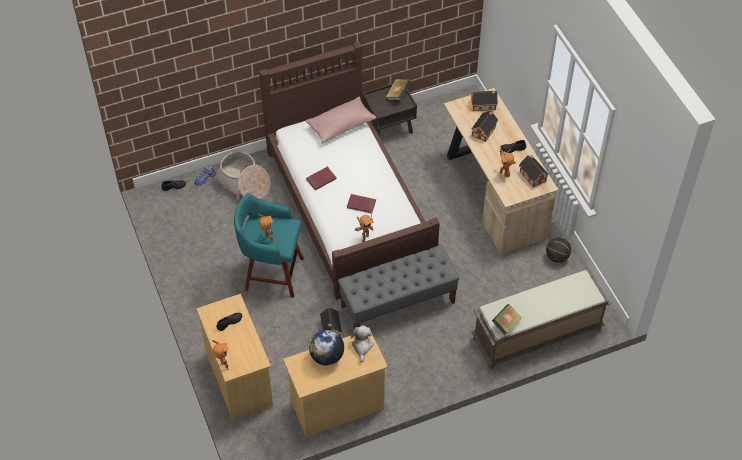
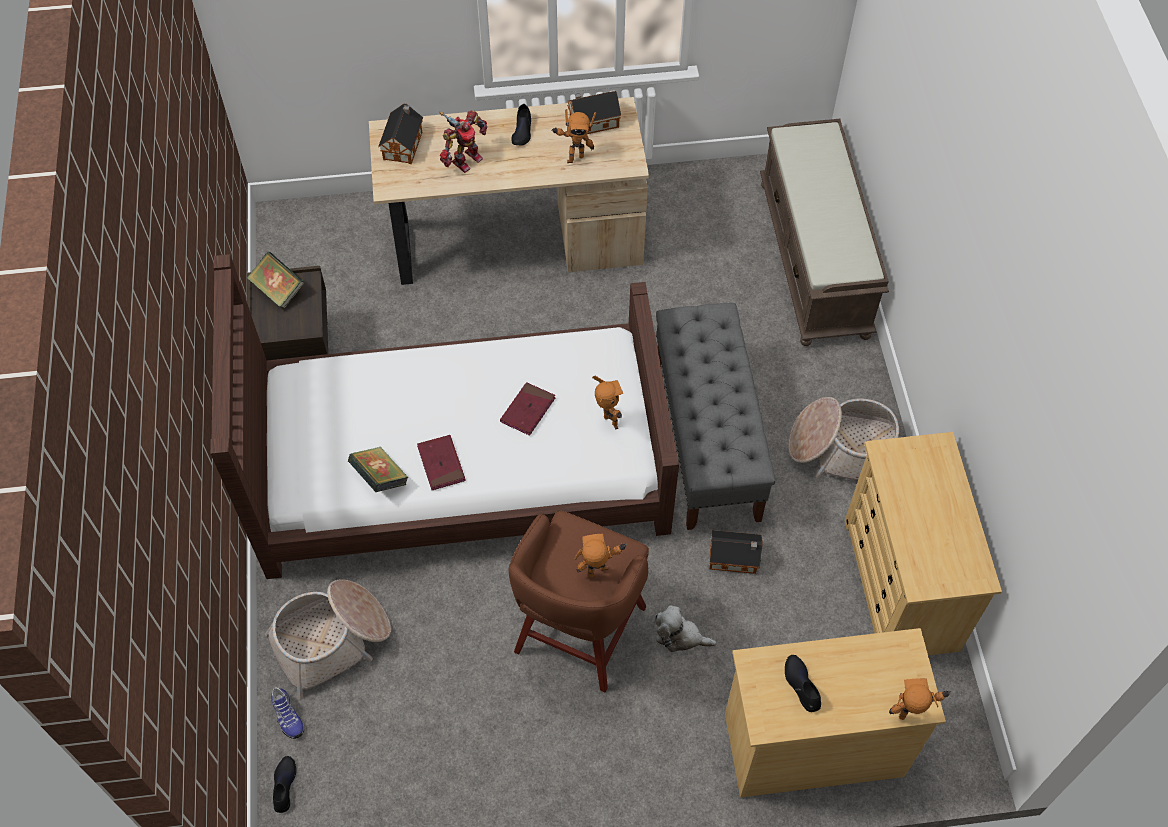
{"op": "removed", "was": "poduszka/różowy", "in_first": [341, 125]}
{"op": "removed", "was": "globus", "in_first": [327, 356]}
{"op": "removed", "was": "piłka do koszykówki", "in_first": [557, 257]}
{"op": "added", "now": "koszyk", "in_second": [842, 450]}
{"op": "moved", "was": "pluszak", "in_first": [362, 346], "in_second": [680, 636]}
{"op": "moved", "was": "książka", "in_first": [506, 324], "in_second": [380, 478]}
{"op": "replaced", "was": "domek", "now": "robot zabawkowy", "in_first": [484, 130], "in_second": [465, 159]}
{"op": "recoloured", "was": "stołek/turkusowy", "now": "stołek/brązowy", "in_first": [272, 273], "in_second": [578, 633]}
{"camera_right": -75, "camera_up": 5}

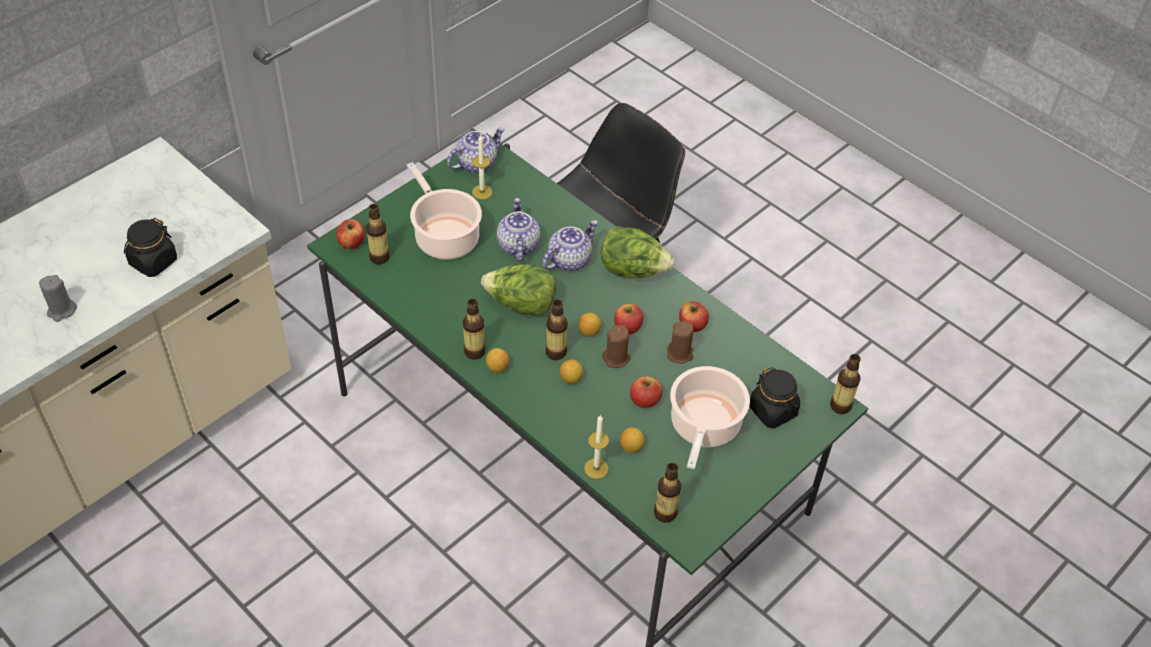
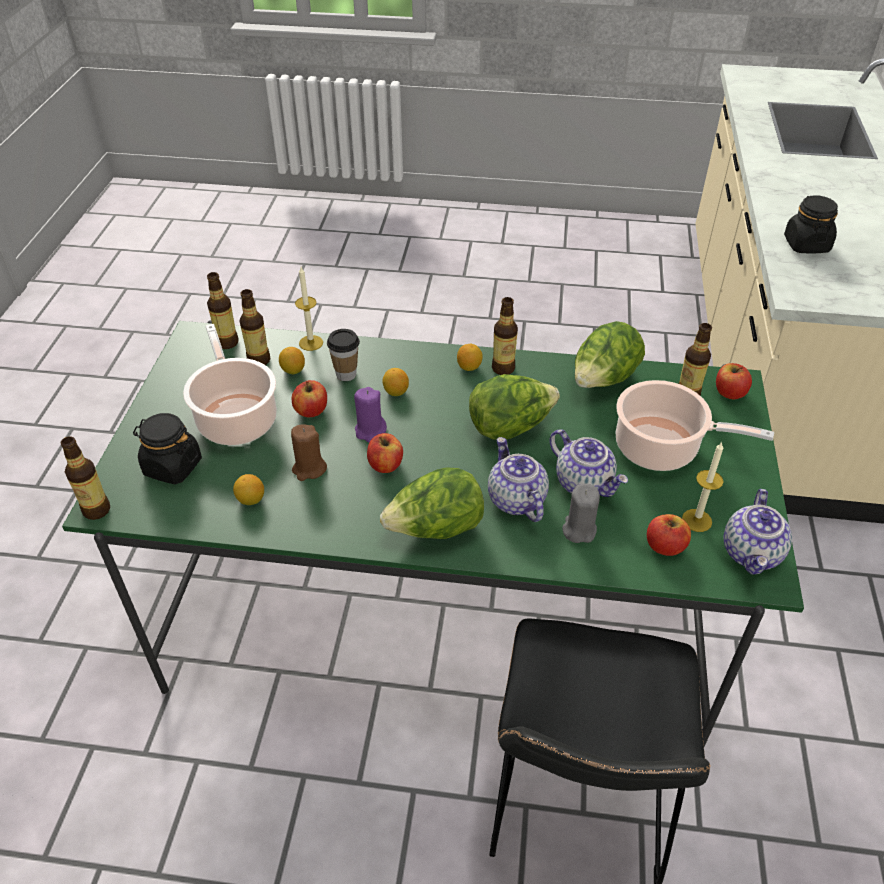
{"op": "added", "now": "filiżanka", "in_second": [346, 374]}
{"op": "added", "now": "sałata", "in_second": [603, 381]}
{"op": "moved", "was": "świeca/szary", "in_first": [61, 310], "in_second": [579, 530]}
{"op": "moved", "was": "butelka", "in_first": [556, 352], "in_second": [259, 360]}
{"op": "moved", "was": "cytryna", "in_first": [589, 332], "in_second": [251, 500]}
{"op": "moved", "was": "jabłko", "in_first": [692, 325], "in_second": [665, 546]}
{"op": "recoloured", "was": "świeca/brązowy", "now": "świeca/fioletowy", "in_first": [616, 358], "in_second": [370, 431]}
{"op": "turned", "was": "imbryk", "in_first": [569, 260], "in_second": [515, 500], "clockwise": 150}
{"camera_right": 145, "camera_up": -5}

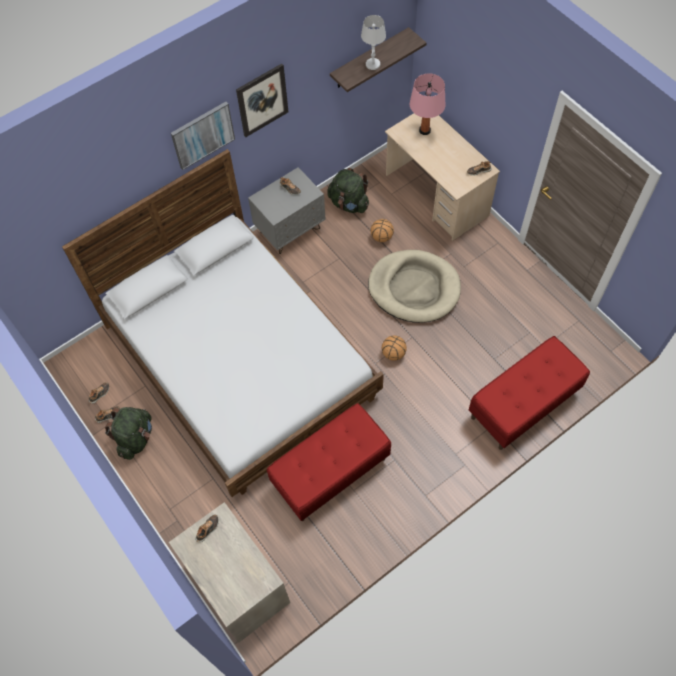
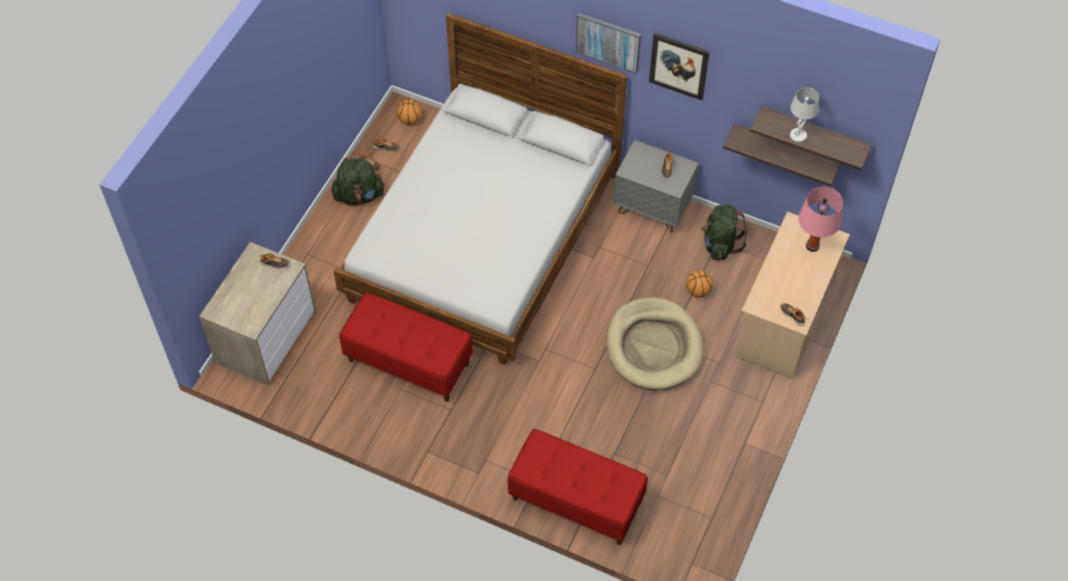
{"op": "added", "now": "półka", "in_second": [785, 151]}
{"op": "moved", "was": "piłka do koszykówki", "in_first": [394, 353], "in_second": [410, 120]}
{"camera_right": 60, "camera_up": -5}

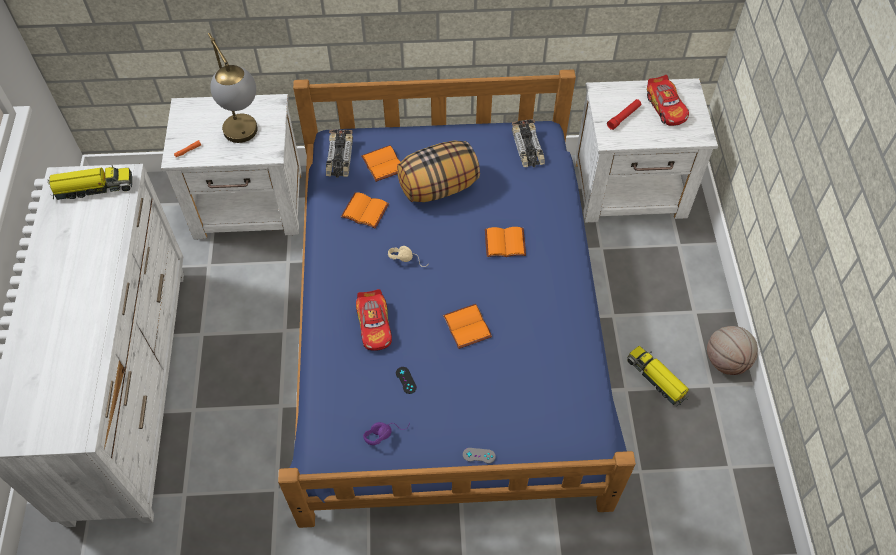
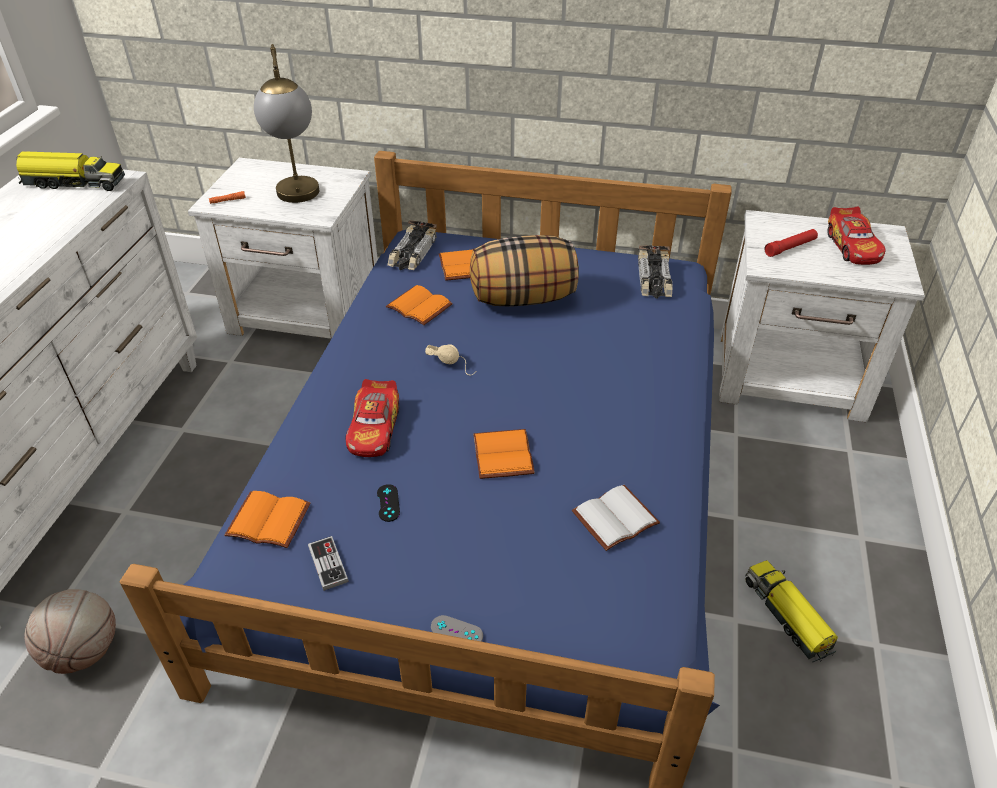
{"op": "added", "now": "książka/biały", "in_second": [614, 516]}
{"op": "moved", "was": "książka/pomarańczowy", "in_first": [505, 242], "in_second": [271, 519]}
{"op": "moved", "was": "piłka do koszykówki", "in_first": [726, 361], "in_second": [85, 651]}
{"op": "replaced", "was": "słuchawki/fioletowy", "now": "pad do gier", "in_first": [385, 432], "in_second": [328, 564]}
{"camera_right": 15, "camera_up": -15}

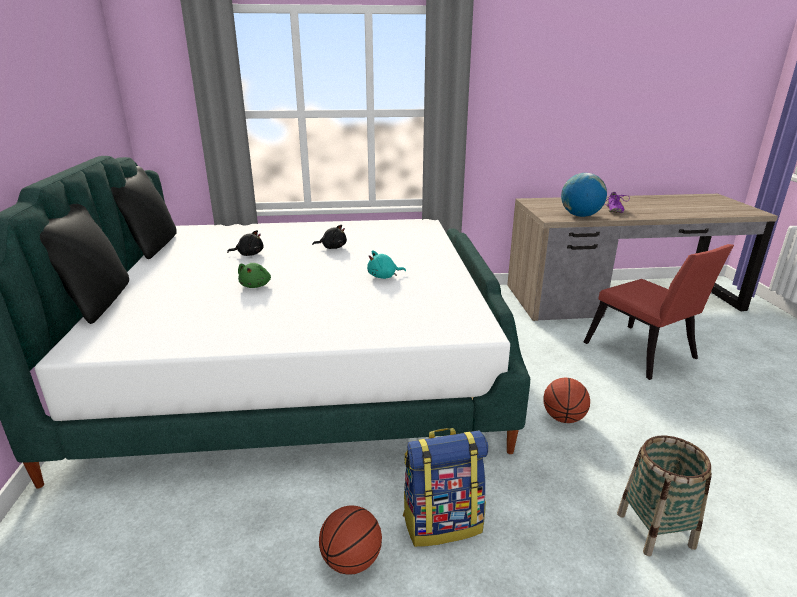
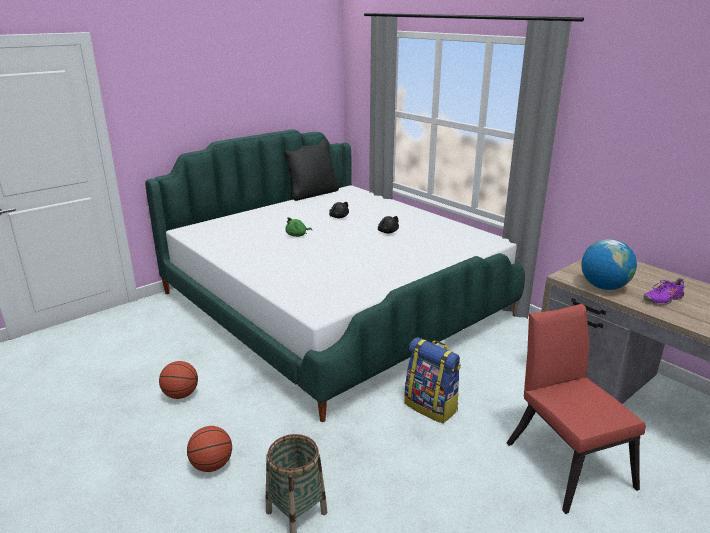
{"op": "removed", "was": "poduszka/czarny", "in_first": [95, 302]}
{"op": "removed", "was": "pluszak/turkusowy", "in_first": [384, 276]}
{"op": "moved", "was": "plecak", "in_first": [442, 522], "in_second": [431, 406]}
{"op": "moved", "was": "piłka do koszykówki", "in_first": [563, 418], "in_second": [212, 465]}
{"op": "turned", "was": "krzesło/czerwony", "in_first": [643, 354], "in_second": [565, 459], "clockwise": 135}
{"camera_right": 55, "camera_up": 0}

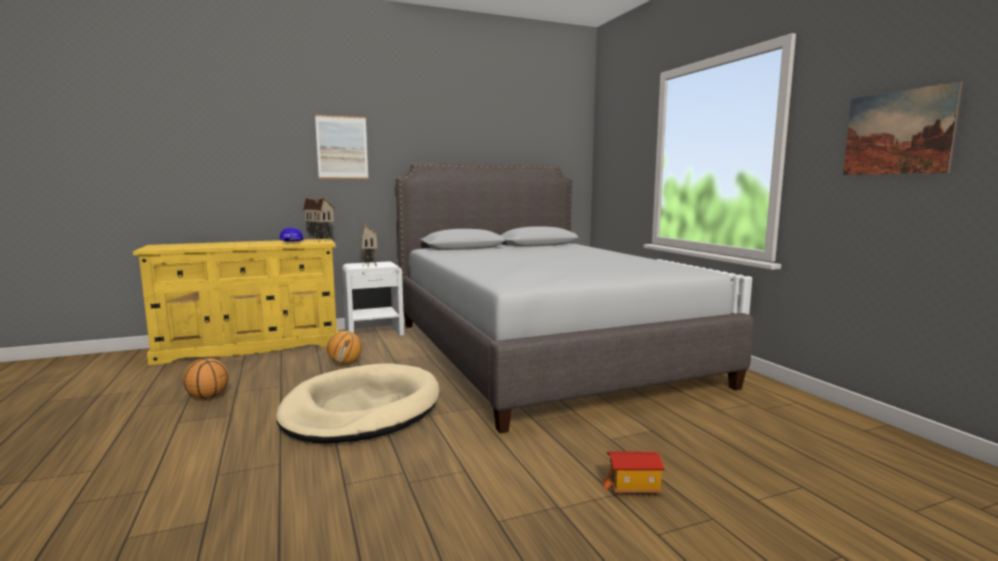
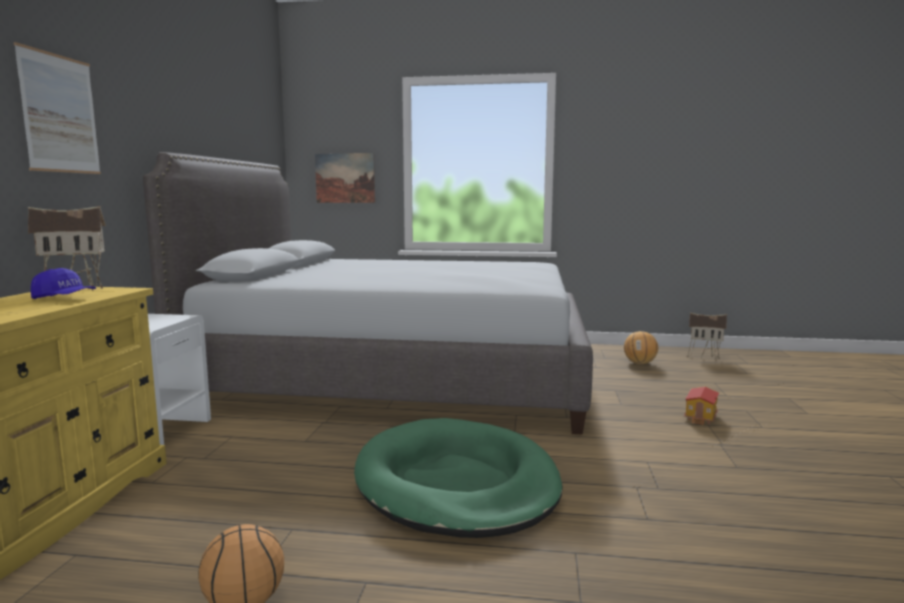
{"op": "moved", "was": "piłka do koszykówki", "in_first": [345, 364], "in_second": [640, 363]}
{"op": "moved", "was": "domek", "in_first": [370, 265], "in_second": [704, 357]}
{"op": "moved", "was": "obraz", "in_first": [897, 132], "in_second": [345, 178]}
{"op": "recoloured", "was": "legowisko/beżowy", "now": "legowisko/zielony", "in_first": [362, 409], "in_second": [456, 484]}
{"camera_right": -60, "camera_up": 0}

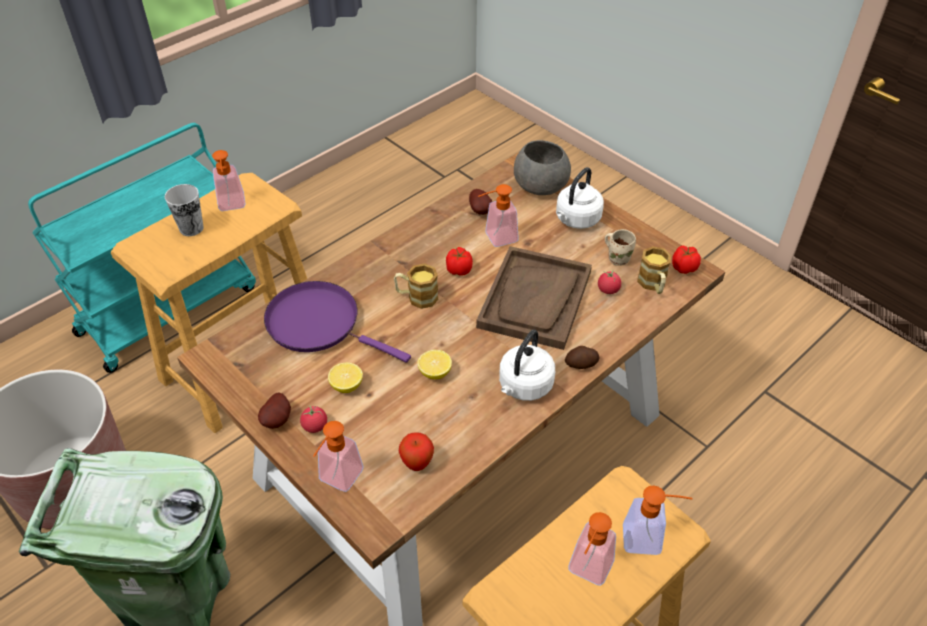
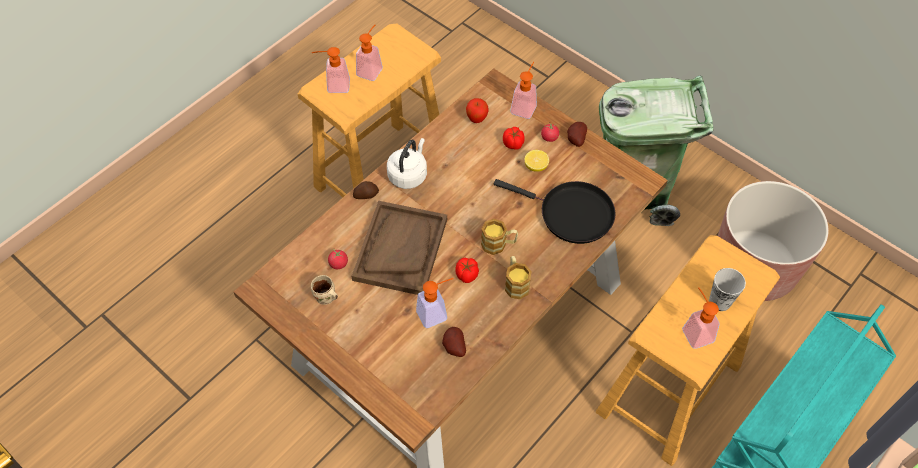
{"op": "removed", "was": "cytryna", "in_first": [435, 372]}
{"op": "removed", "was": "miska/szary", "in_first": [539, 185]}
{"op": "removed", "was": "czajnik/biały", "in_first": [576, 220]}
{"op": "moved", "was": "kubek", "in_first": [653, 285], "in_second": [515, 283]}
{"op": "moved", "was": "pomidor", "in_first": [683, 267], "in_second": [513, 144]}
{"op": "recoloured", "was": "patelnia/fioletowy", "now": "patelnia/czarny", "in_first": [319, 323], "in_second": [571, 214]}
{"camera_right": 175, "camera_up": 10}

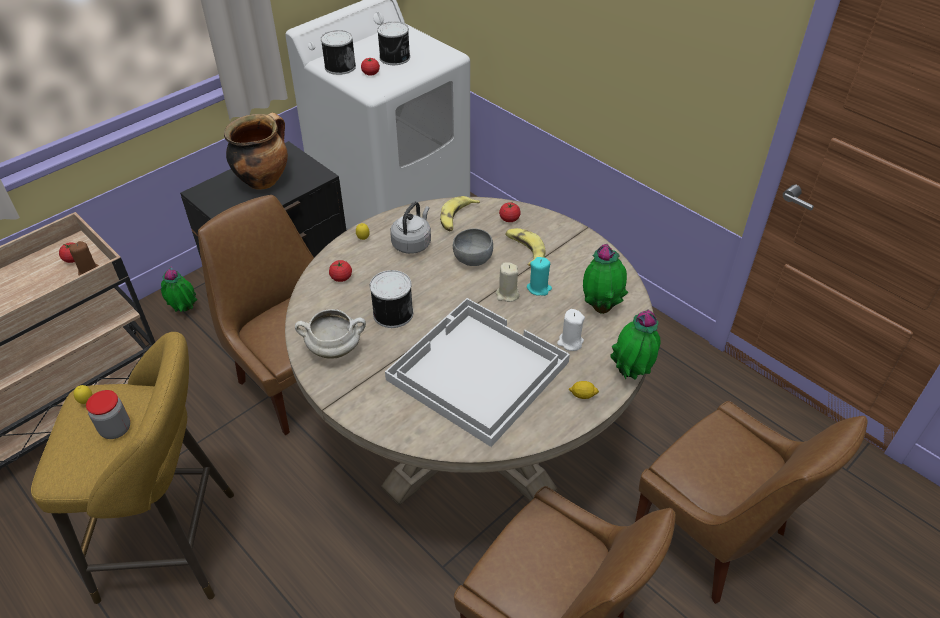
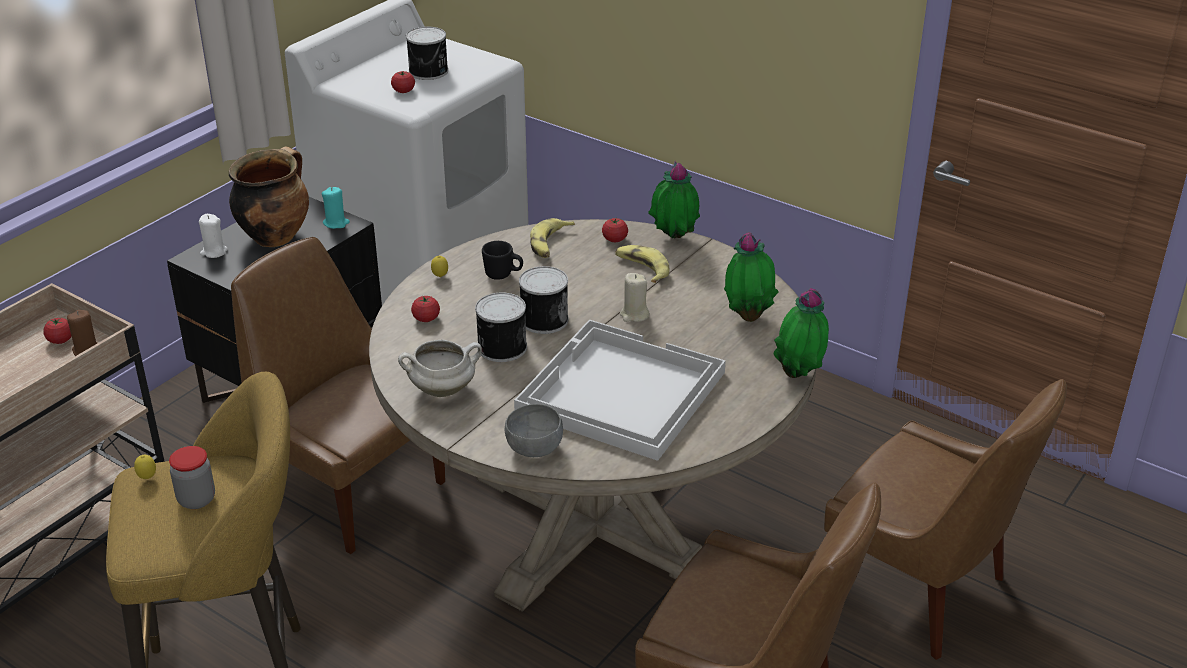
{"op": "removed", "was": "cytryna", "in_first": [582, 395]}
{"op": "moved", "was": "roślina doniczkowa", "in_first": [184, 311], "in_second": [673, 240]}
{"op": "moved", "was": "puszka", "in_first": [339, 66], "in_second": [543, 319]}
{"op": "moved", "was": "miska/szary", "in_first": [472, 259], "in_second": [534, 449]}
{"op": "moved", "was": "świeca/turkusowy", "in_first": [539, 288], "in_second": [336, 223]}
{"op": "moved", "was": "świeca/biały", "in_first": [570, 342], "in_second": [214, 252]}
{"op": "replaced", "was": "czajnik/szary", "now": "kubek/czarny", "in_first": [412, 243], "in_second": [503, 275]}
{"camera_right": -10, "camera_up": -10}

